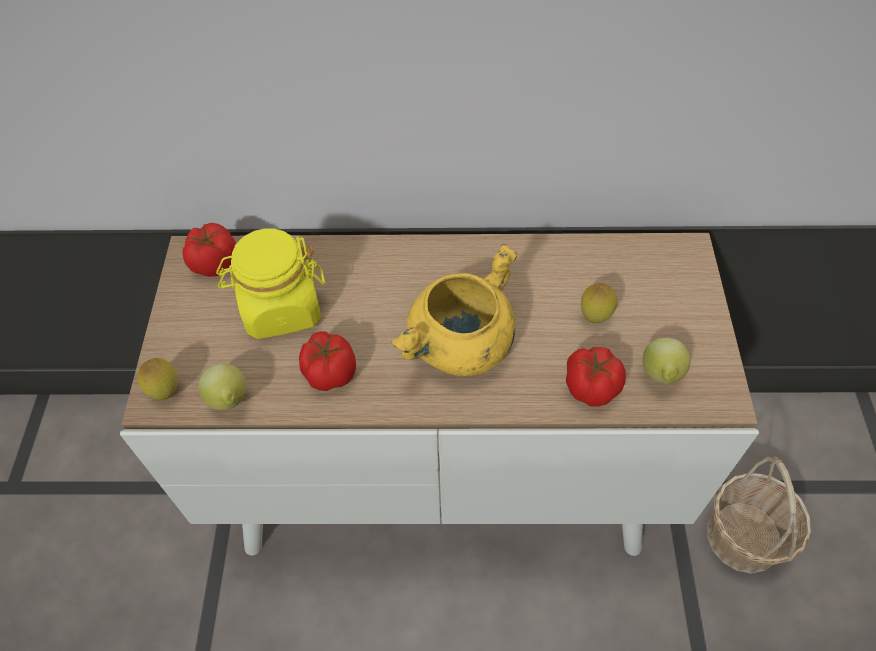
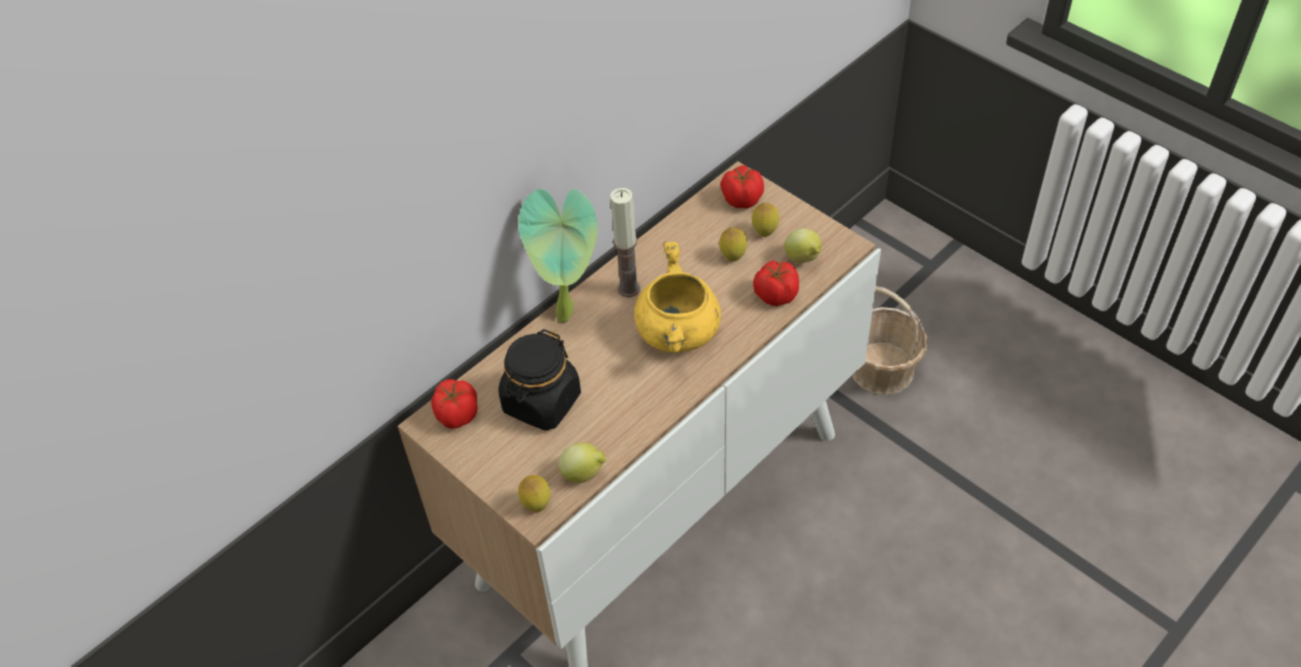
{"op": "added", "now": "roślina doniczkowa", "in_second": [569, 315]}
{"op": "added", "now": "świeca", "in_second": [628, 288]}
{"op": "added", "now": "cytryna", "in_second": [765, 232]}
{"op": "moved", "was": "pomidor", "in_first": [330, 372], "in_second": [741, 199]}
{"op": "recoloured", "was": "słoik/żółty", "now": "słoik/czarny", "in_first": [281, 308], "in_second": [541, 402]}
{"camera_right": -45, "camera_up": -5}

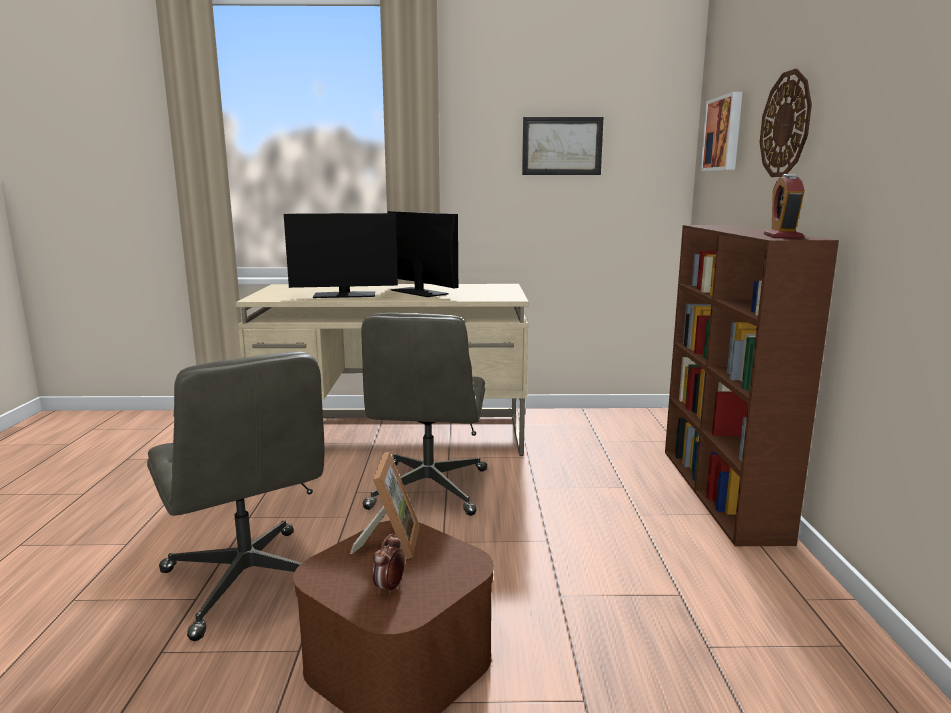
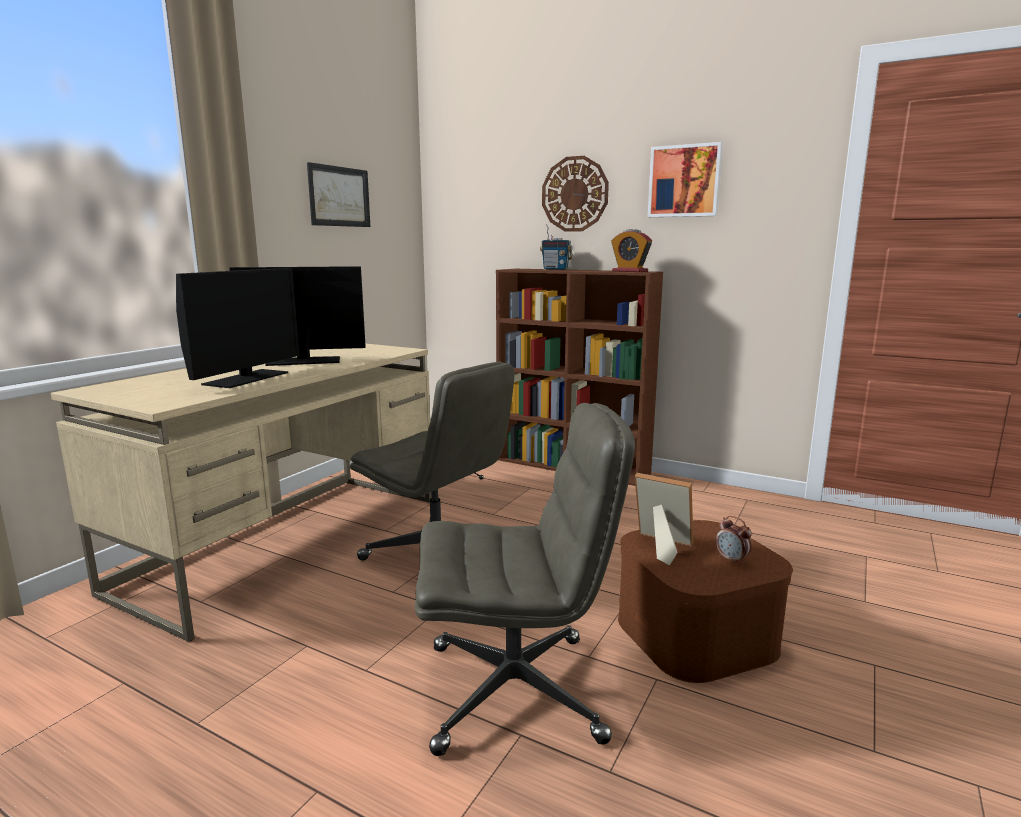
{"op": "added", "now": "radio", "in_second": [555, 269]}
{"op": "moved", "was": "obraz", "in_first": [724, 134], "in_second": [685, 181]}
{"camera_right": -60, "camera_up": 0}

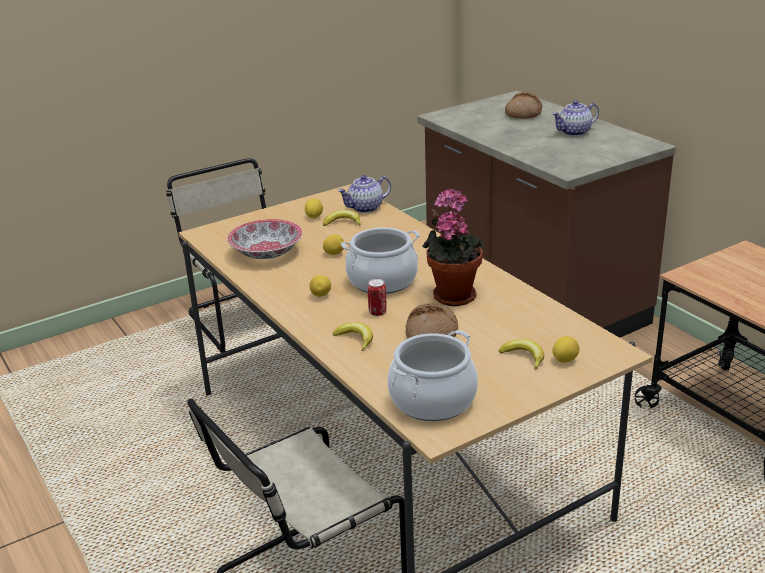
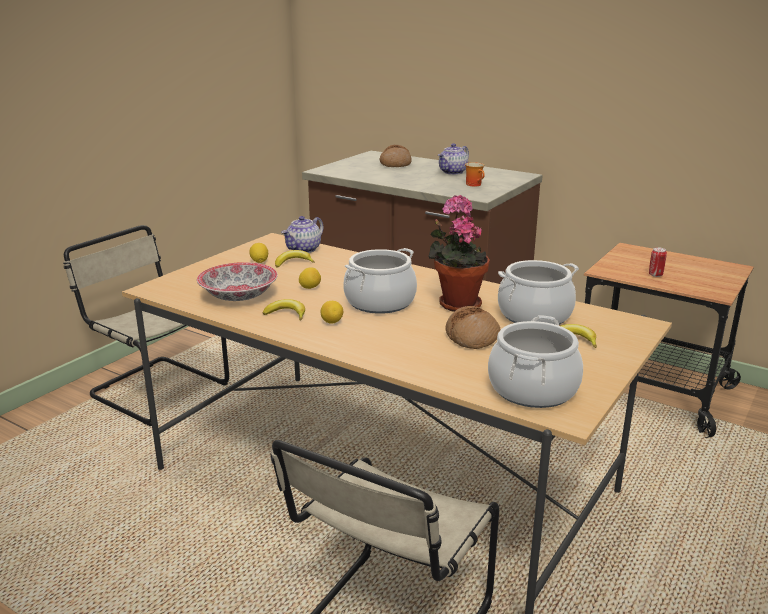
{"op": "removed", "was": "cytryna", "in_first": [565, 360]}
{"op": "added", "now": "kubek", "in_second": [475, 184]}
{"op": "added", "now": "garnek", "in_second": [535, 315]}
{"op": "moved", "was": "banan", "in_first": [355, 339], "in_second": [286, 314]}
{"op": "moved", "was": "puszka", "in_first": [377, 312], "in_second": [655, 275]}
{"camera_right": -25, "camera_up": -5}

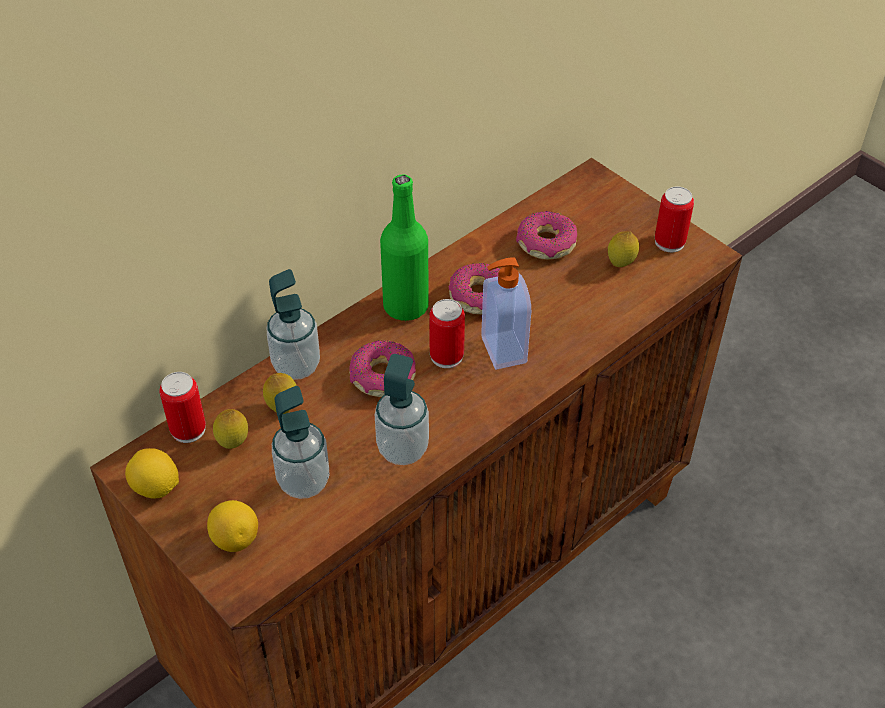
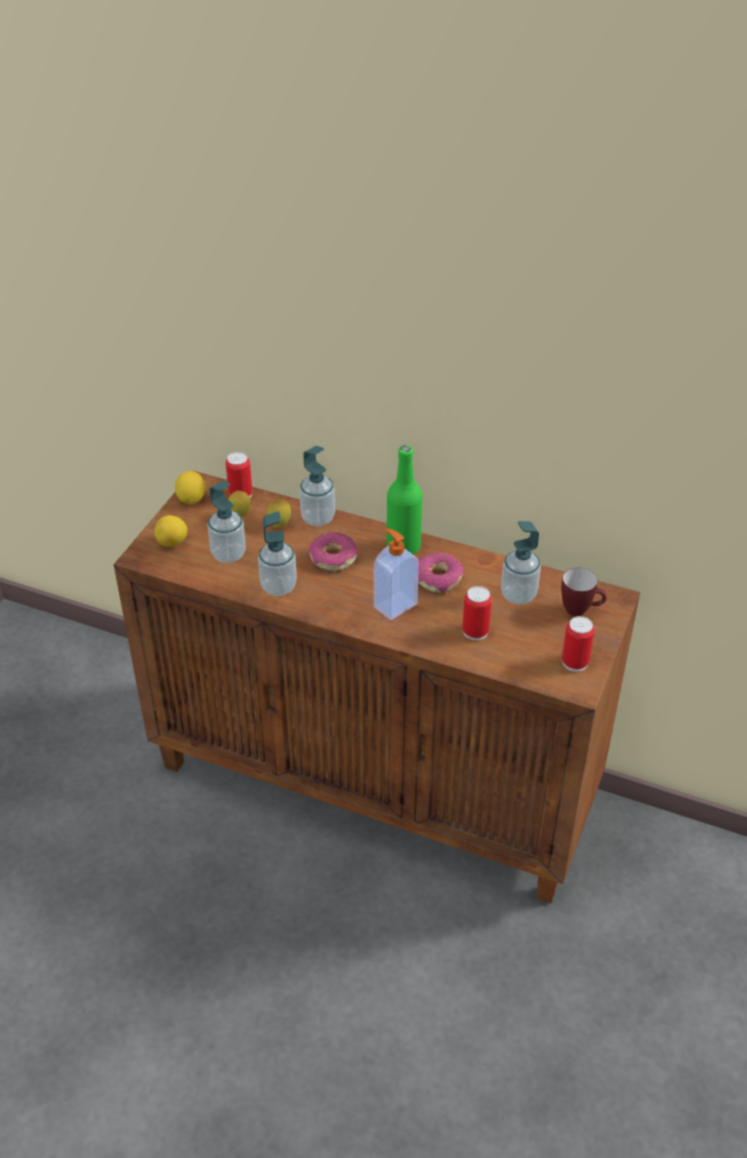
{"op": "removed", "was": "cytryna", "in_first": [620, 265]}
{"op": "added", "now": "kubek", "in_second": [580, 610]}
{"op": "moved", "was": "puszka", "in_first": [446, 356], "in_second": [475, 631]}
{"op": "replaced", "was": "donut", "now": "dozownik mydła", "in_first": [546, 244], "in_second": [518, 595]}
{"camera_right": 65, "camera_up": -5}

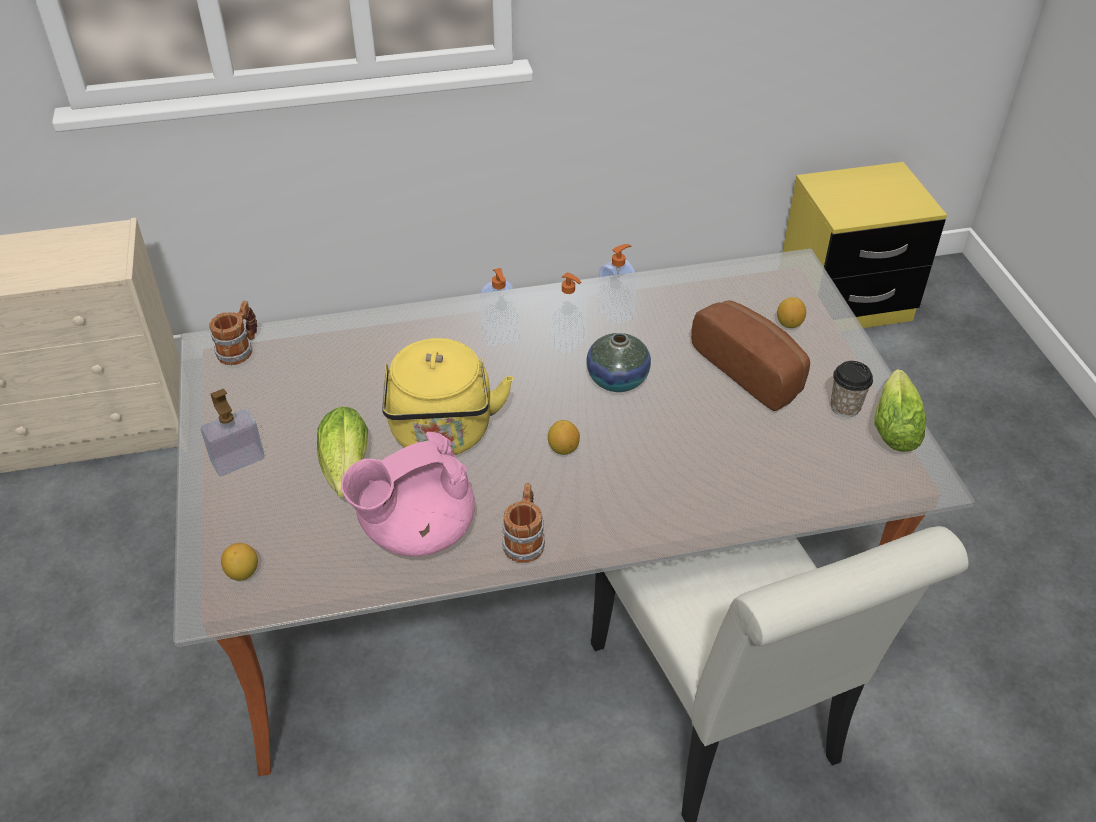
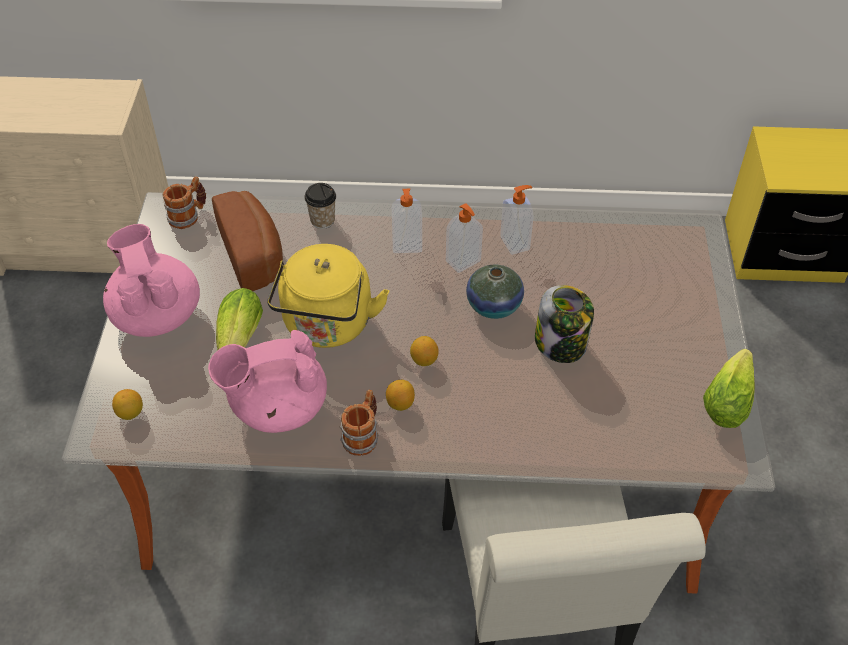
{"op": "added", "now": "słoik", "in_second": [561, 344]}
{"op": "moved", "was": "chleb", "in_first": [752, 369], "in_second": [254, 254]}
{"op": "moved", "was": "cytryna", "in_first": [789, 324], "in_second": [400, 403]}
{"op": "moved", "was": "filiżanka", "in_first": [845, 407], "in_second": [322, 220]}
{"op": "replaced", "was": "dozownik mydła", "now": "imbryk/różowy", "in_first": [238, 460], "in_second": [156, 314]}
{"camera_right": 15, "camera_up": 5}

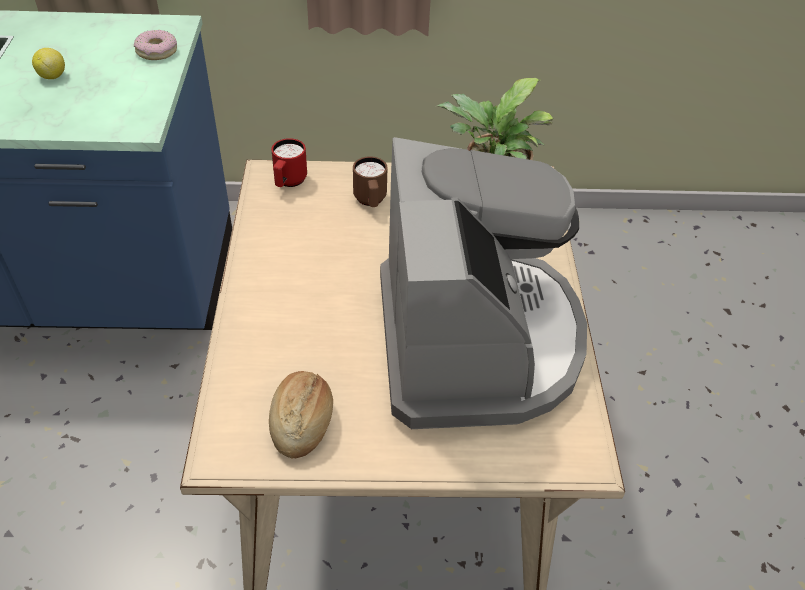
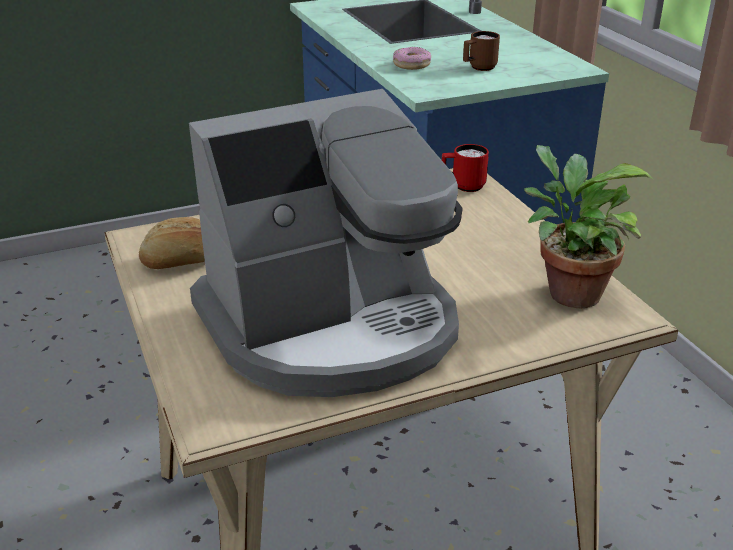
{"op": "removed", "was": "cytryna", "in_first": [52, 76]}
{"op": "moved", "was": "donut", "in_first": [156, 51], "in_second": [411, 64]}
{"op": "moved", "was": "kubek/brązowy", "in_first": [370, 201], "in_second": [479, 68]}
{"camera_right": 70, "camera_up": -15}

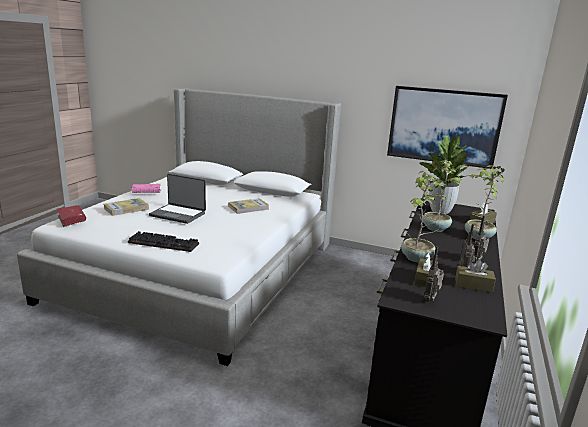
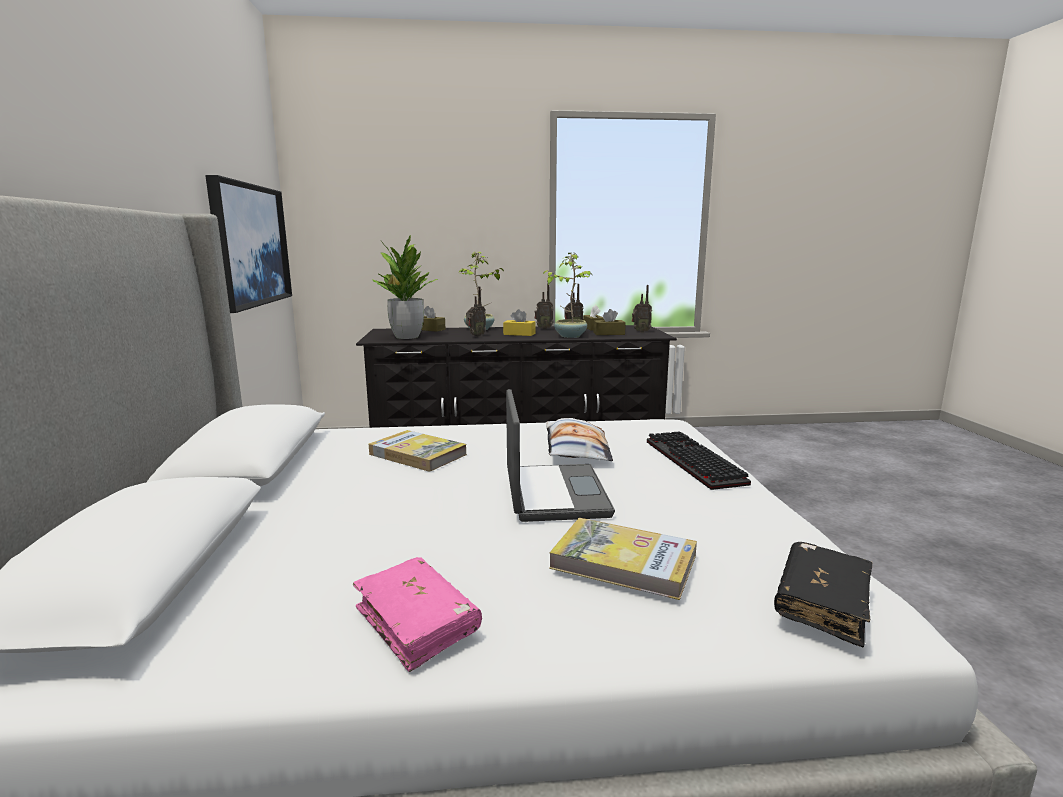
{"op": "added", "now": "pudełko chusteczek/żółty", "in_second": [519, 334]}
{"op": "added", "now": "poduszka", "in_second": [575, 449]}
{"op": "replaced", "was": "roślina doniczkowa", "now": "radio", "in_first": [435, 228], "in_second": [475, 336]}
{"op": "recoloured", "was": "książka/czerwony", "now": "książka/czarny", "in_first": [71, 220], "in_second": [822, 603]}
{"camera_right": -115, "camera_up": -5}

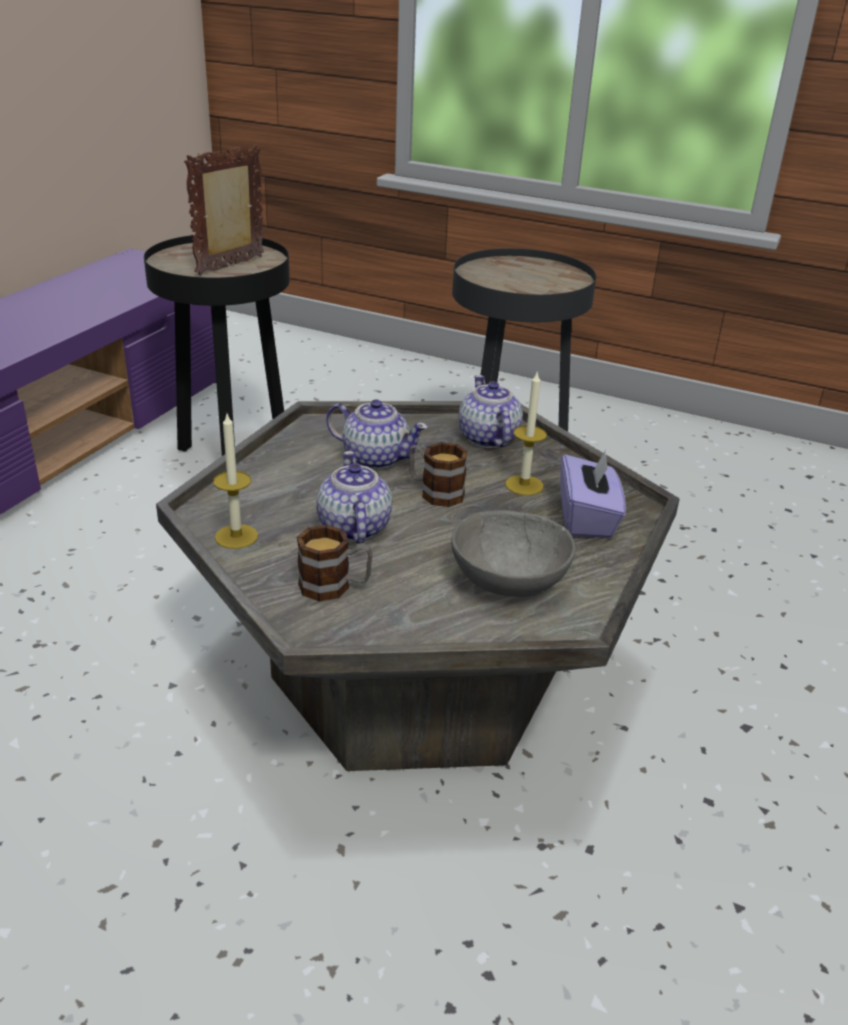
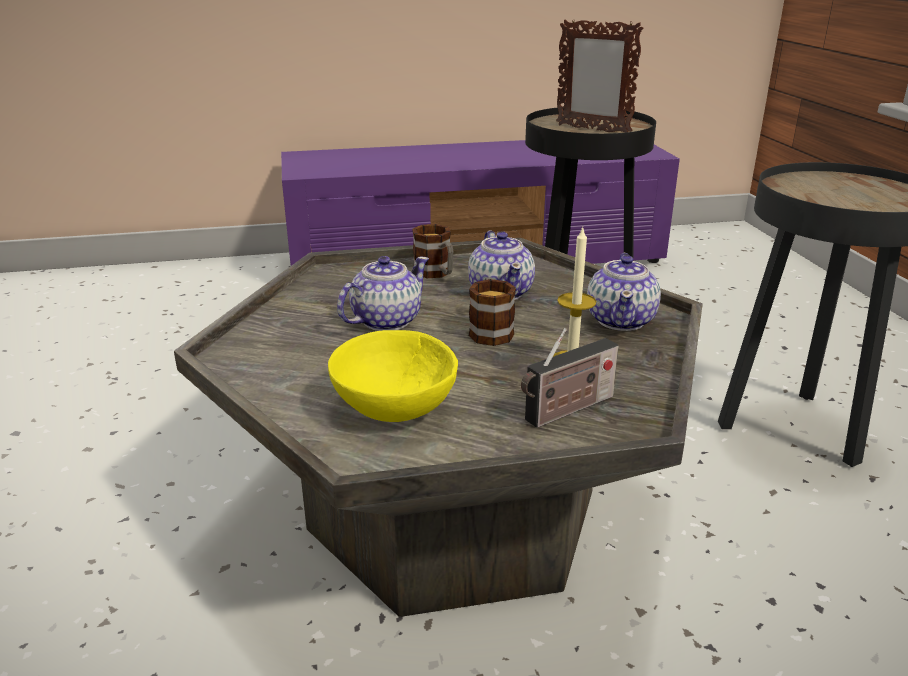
{"op": "removed", "was": "świeca", "in_first": [236, 536]}
{"op": "moved", "was": "kubek", "in_first": [335, 586], "in_second": [436, 273]}
{"op": "replaced", "was": "pudełko chusteczek/fioletowy", "now": "radio", "in_first": [587, 519], "in_second": [566, 410]}
{"op": "recoloured", "was": "miska/szary", "now": "miska/żółty", "in_first": [506, 582], "in_second": [394, 407]}
{"op": "turned", "was": "ramka na zdjęcie", "in_first": [231, 266], "in_second": [592, 129], "clockwise": -150}
{"op": "turned", "was": "imbryk", "in_first": [488, 438], "in_second": [621, 320], "clockwise": 150}
{"camera_right": 55, "camera_up": -5}

